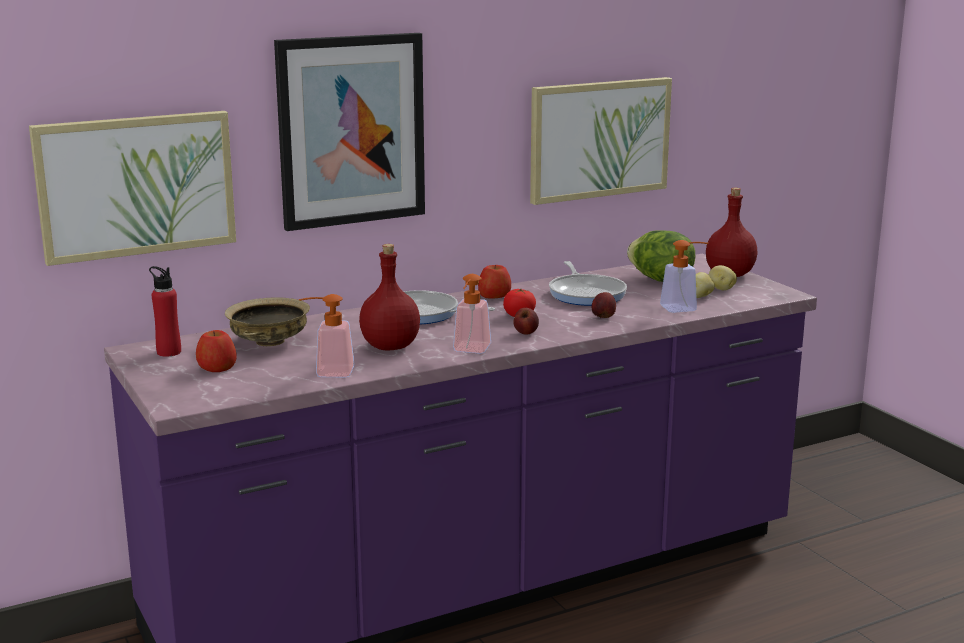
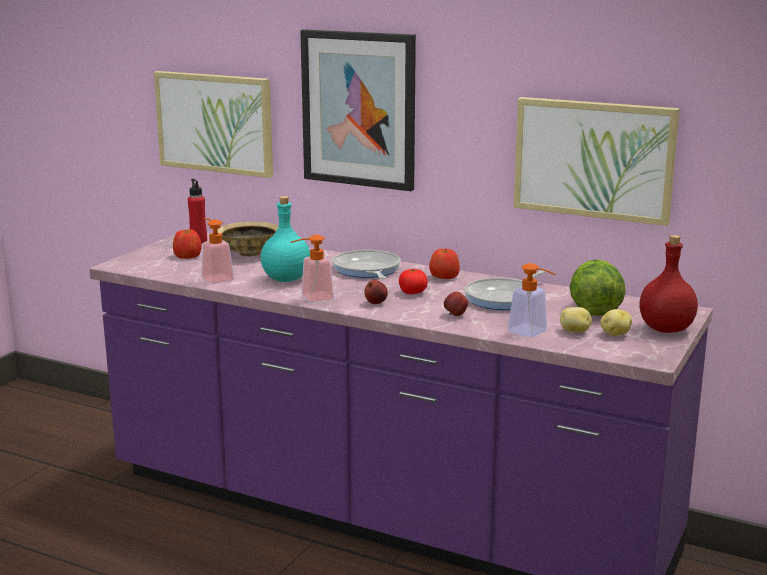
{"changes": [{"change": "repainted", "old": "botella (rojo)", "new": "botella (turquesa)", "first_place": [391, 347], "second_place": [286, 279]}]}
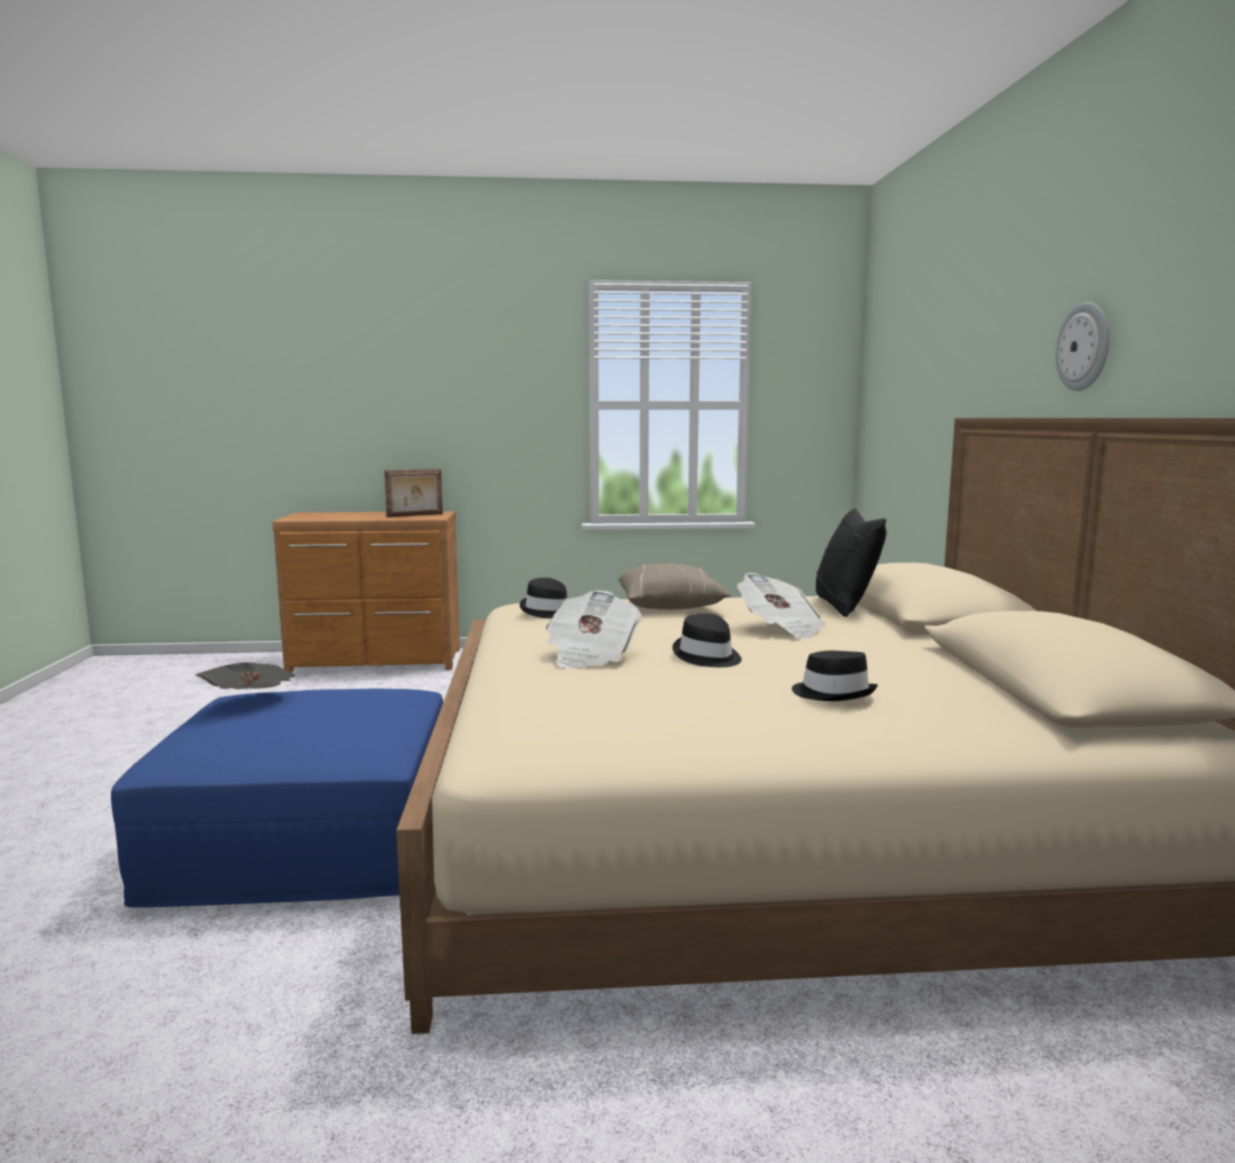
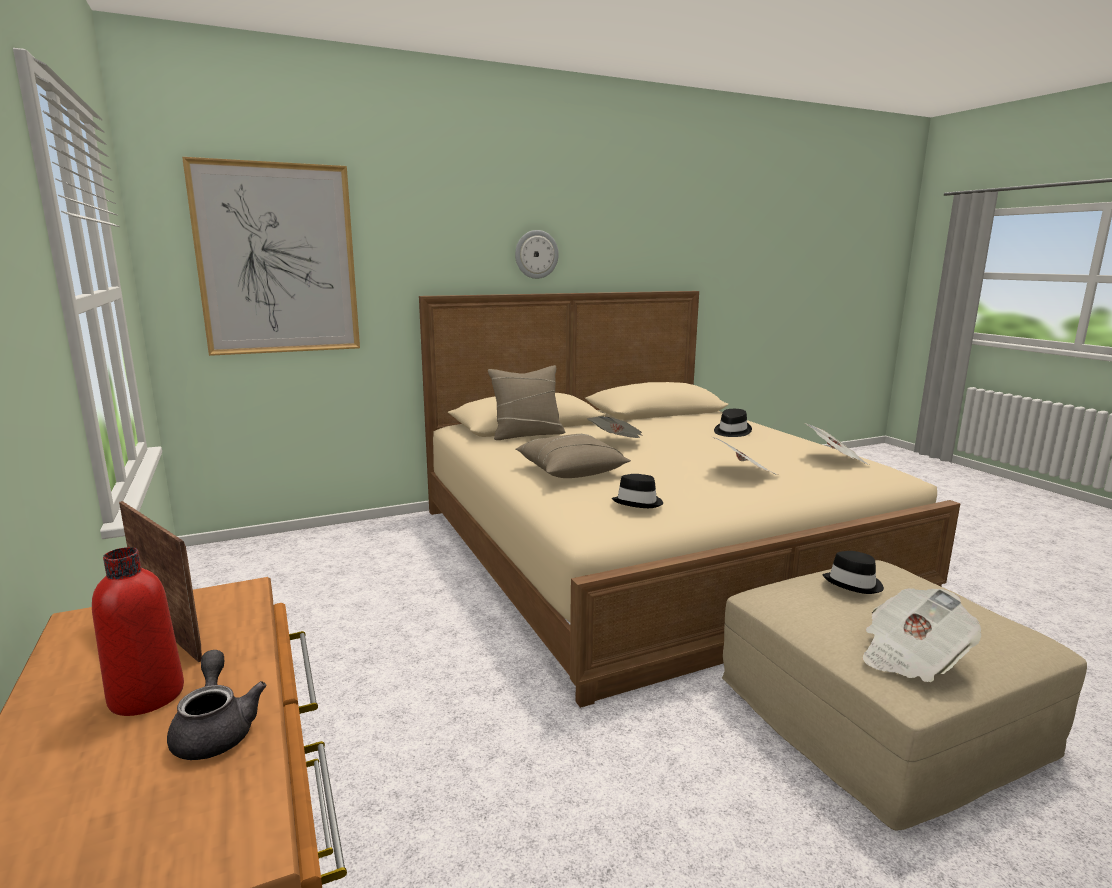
{"changes": [{"change": "new", "new": "botella (rojo)", "second_place": [147, 695]}, {"change": "new", "new": "tetera (gris)", "second_place": [216, 729]}, {"change": "new", "new": "cuadro", "second_place": [278, 260]}, {"change": "new", "new": "periódico", "second_place": [835, 460]}, {"change": "shifted", "old": "sombrero (negro)", "first_place": [707, 657], "second_place": [854, 583]}, {"change": "repainted", "old": "puf (azul)", "new": "puf (beis)", "first_place": [310, 839], "second_place": [876, 715]}, {"change": "repainted", "old": "cojín (negro)", "new": "cojín (beis)", "first_place": [845, 605], "second_place": [527, 434]}]}
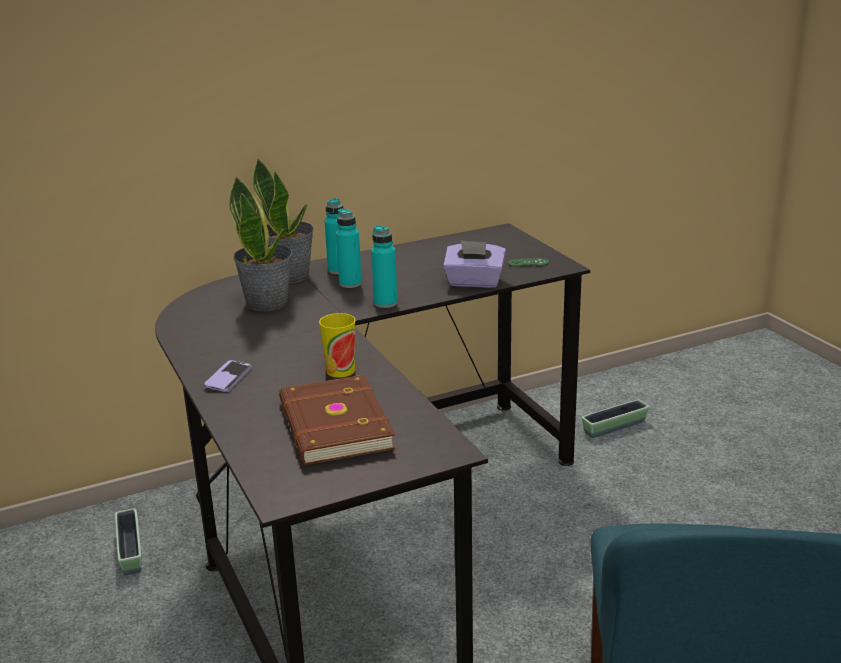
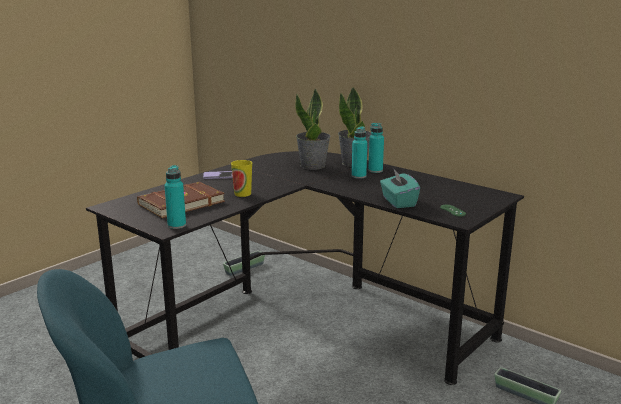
{"changes": [{"change": "shifted", "old": "botella (turquesa)", "first_place": [385, 303], "second_place": [176, 225]}, {"change": "repainted", "old": "caja de pañuelos (morado)", "new": "caja de pañuelos (turquesa)", "first_place": [474, 282], "second_place": [398, 202]}]}
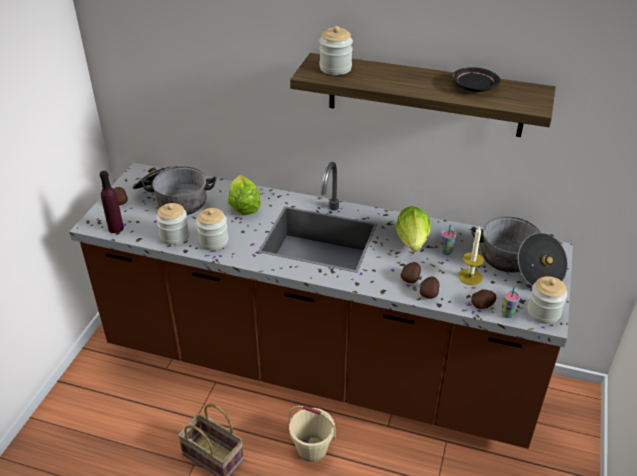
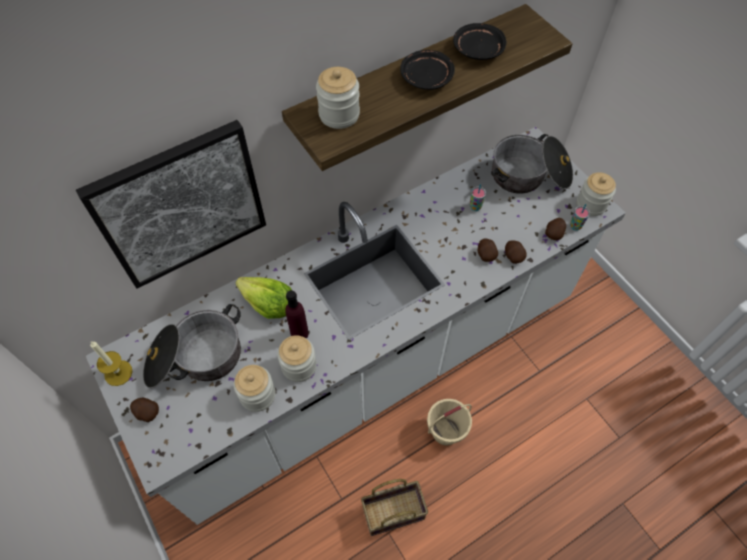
{"changes": [{"change": "gone", "old": "lechuga", "first_place": [413, 241]}, {"change": "new", "new": "cuadro", "second_place": [181, 205]}, {"change": "new", "new": "plato (negro)", "second_place": [426, 77]}, {"change": "shifted", "old": "botella (morado)", "first_place": [116, 228], "second_place": [299, 333]}, {"change": "shifted", "old": "vela", "first_place": [470, 276], "second_place": [118, 373]}, {"change": "repainted", "old": "mueble bajo de cocina (marrón)", "new": "mueble bajo de cocina (blanco)", "first_place": [318, 368], "second_place": [373, 367]}]}
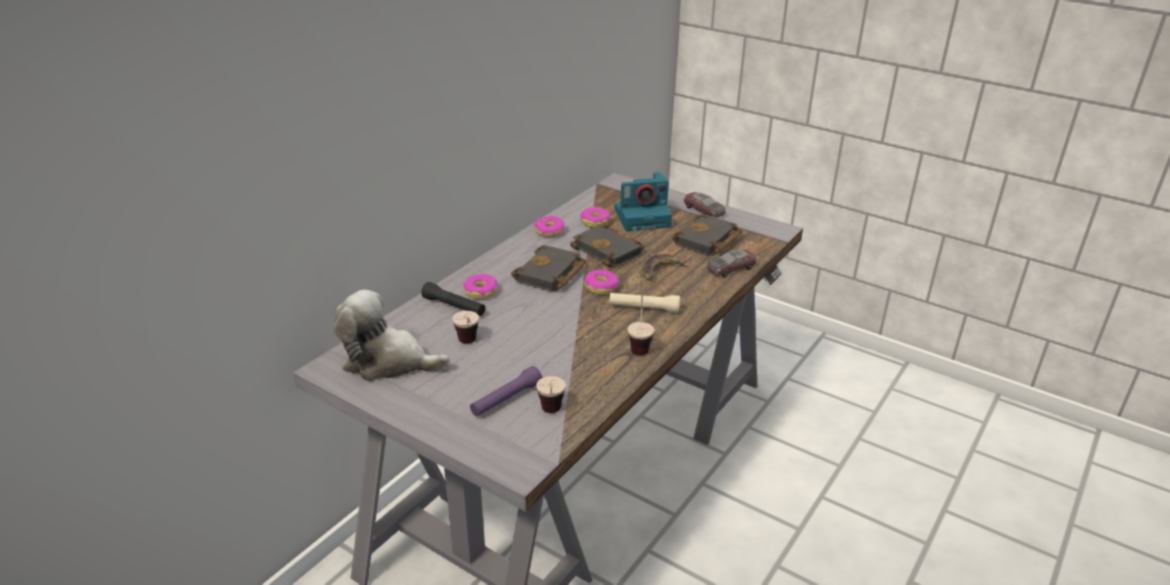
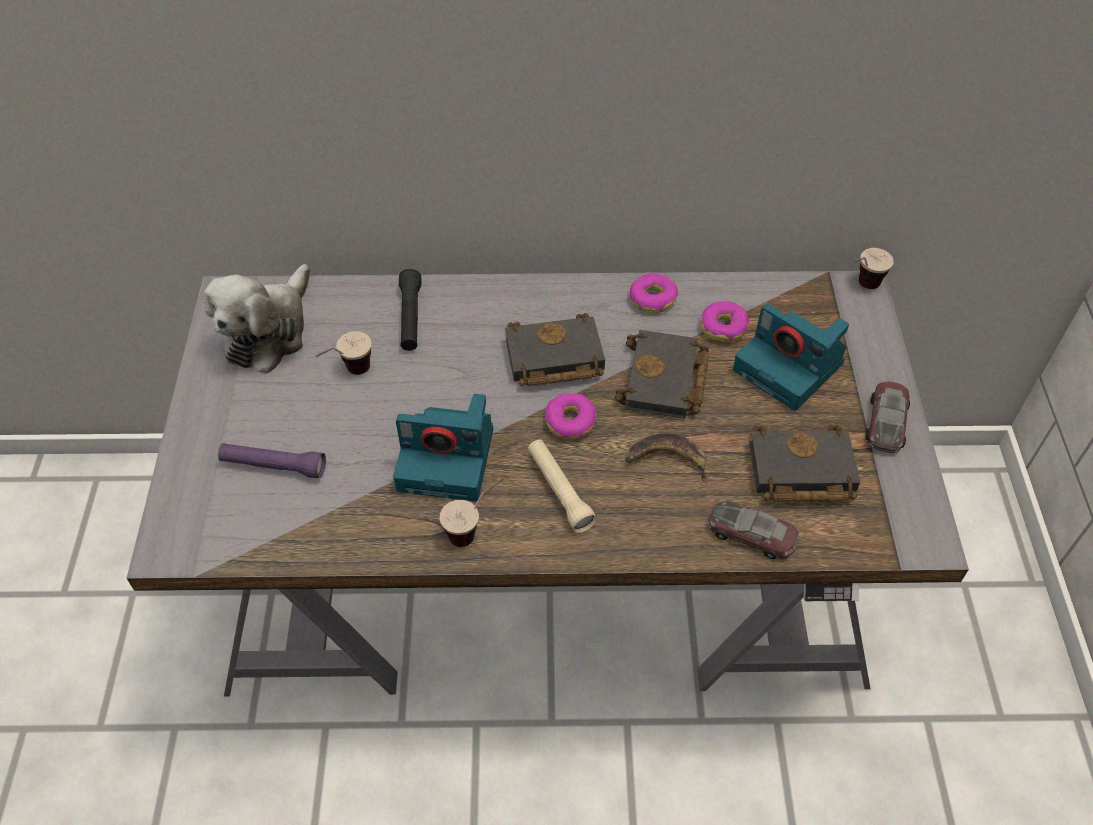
{"changes": [{"change": "gone", "old": "rosquilla", "first_place": [481, 291]}, {"change": "new", "new": "cámara", "second_place": [448, 459]}, {"change": "shifted", "old": "taza", "first_place": [551, 415], "second_place": [860, 288]}, {"change": "rotated", "old": "peluche", "first_place": [388, 362], "second_place": [269, 331], "degrees": -135}]}
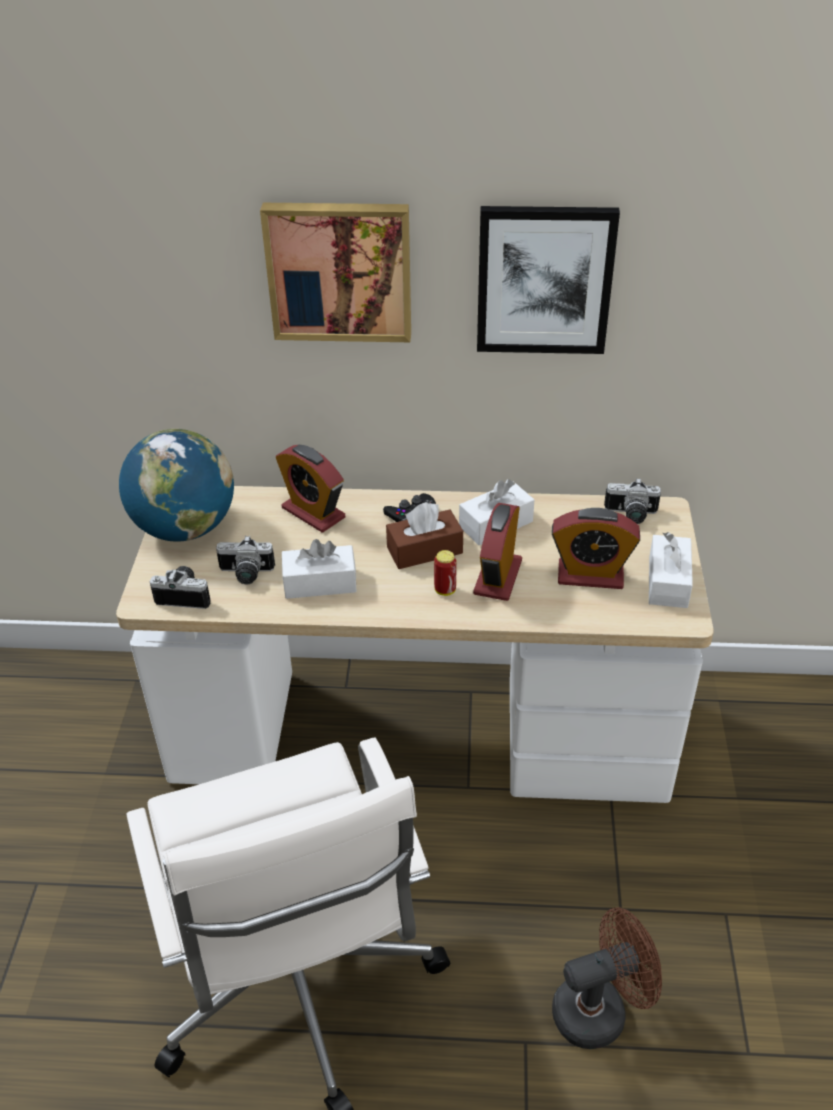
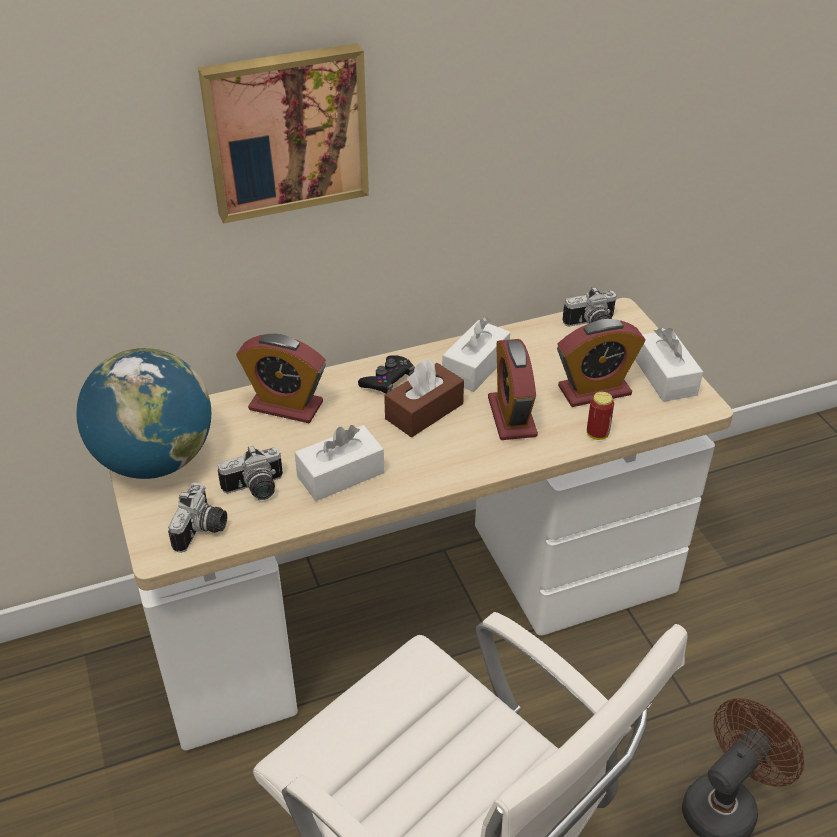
{"changes": [{"change": "gone", "old": "cuadro", "first_place": [544, 280]}, {"change": "shifted", "old": "lata", "first_place": [445, 590], "second_place": [597, 434]}, {"change": "rotated", "old": "cámara", "first_place": [185, 595], "second_place": [203, 530], "degrees": 120}]}
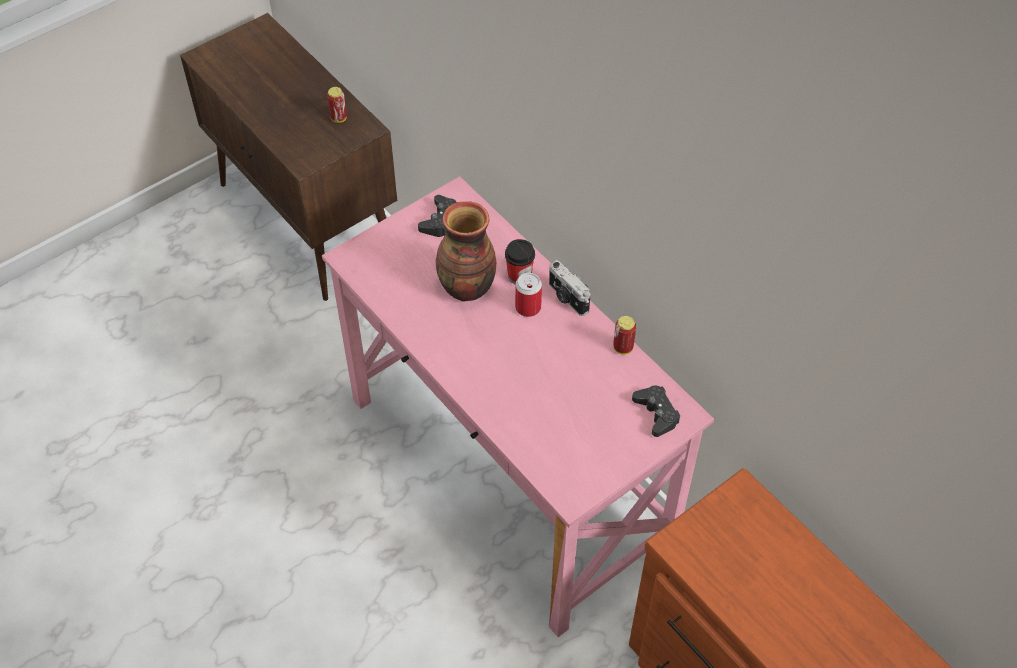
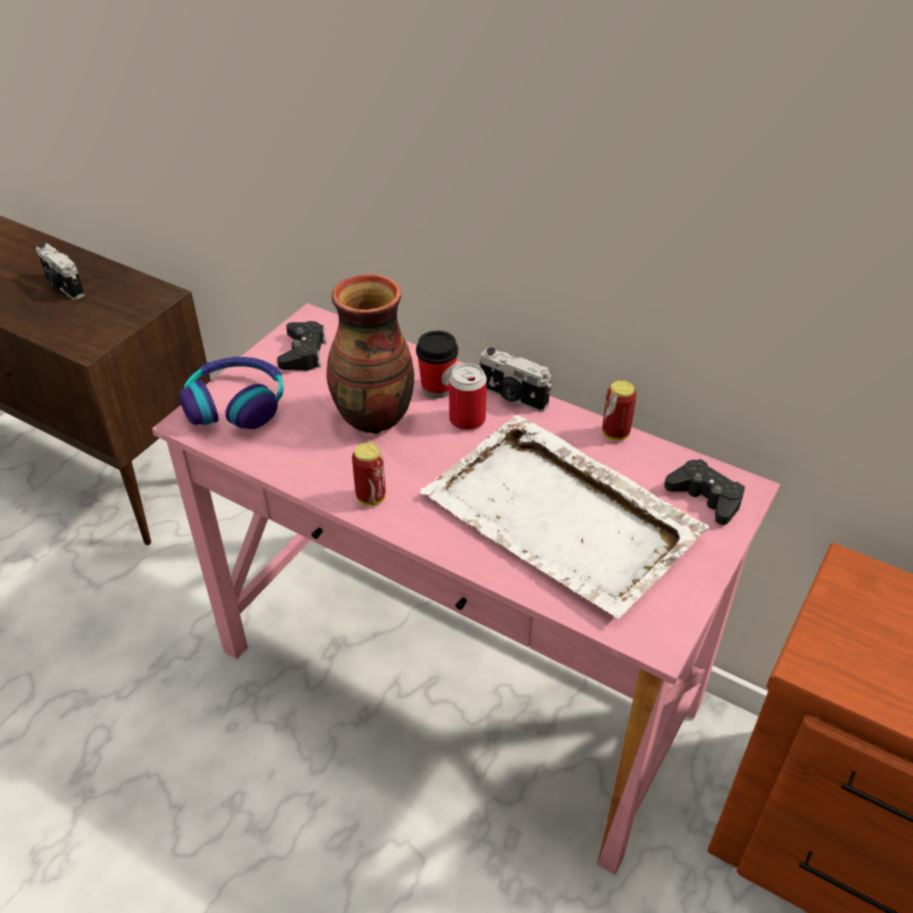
{"changes": [{"change": "new", "new": "cámara", "second_place": [63, 286]}, {"change": "new", "new": "auriculares", "second_place": [236, 403]}, {"change": "new", "new": "bandeja (blanco)", "second_place": [562, 519]}, {"change": "shifted", "old": "lata", "first_place": [339, 118], "second_place": [371, 497]}]}
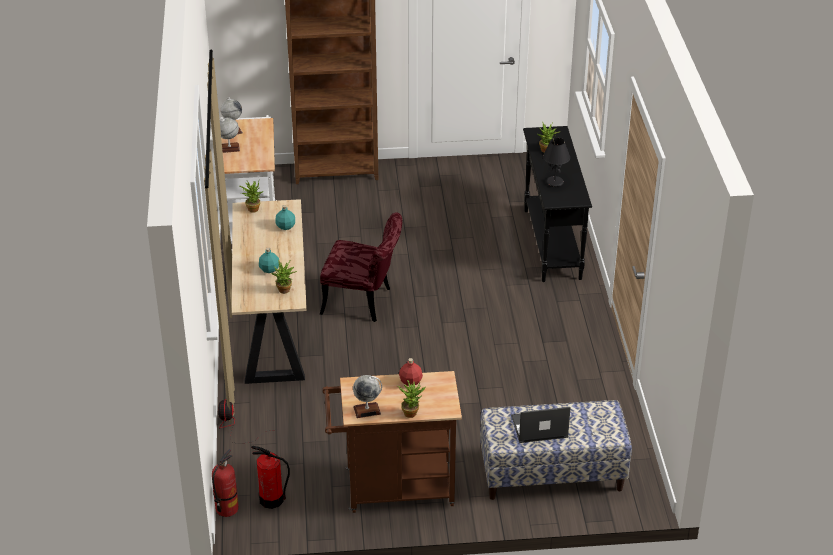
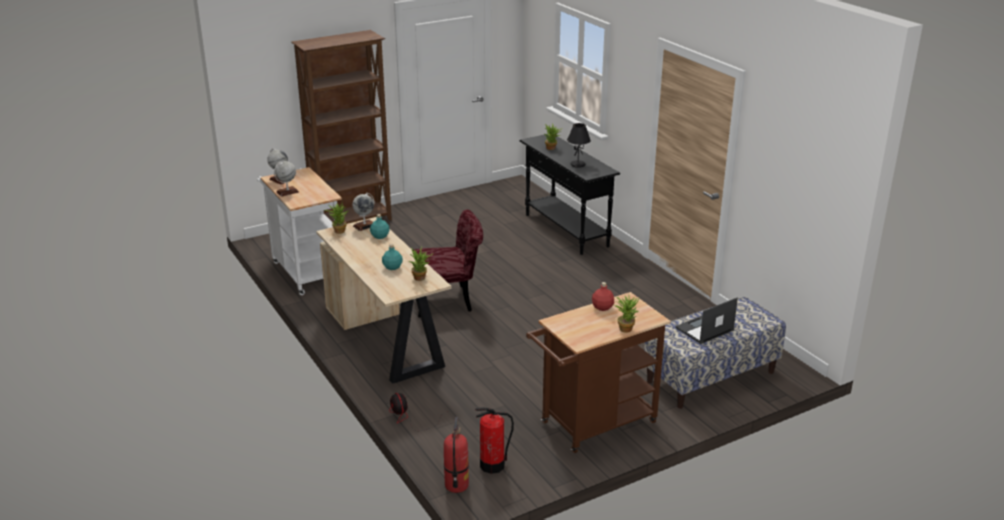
{"changes": [{"change": "shifted", "old": "globo terráqueo", "first_place": [367, 410], "second_place": [364, 226]}]}
